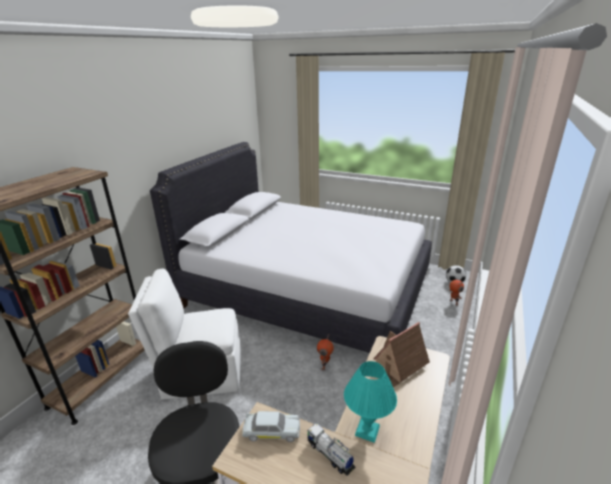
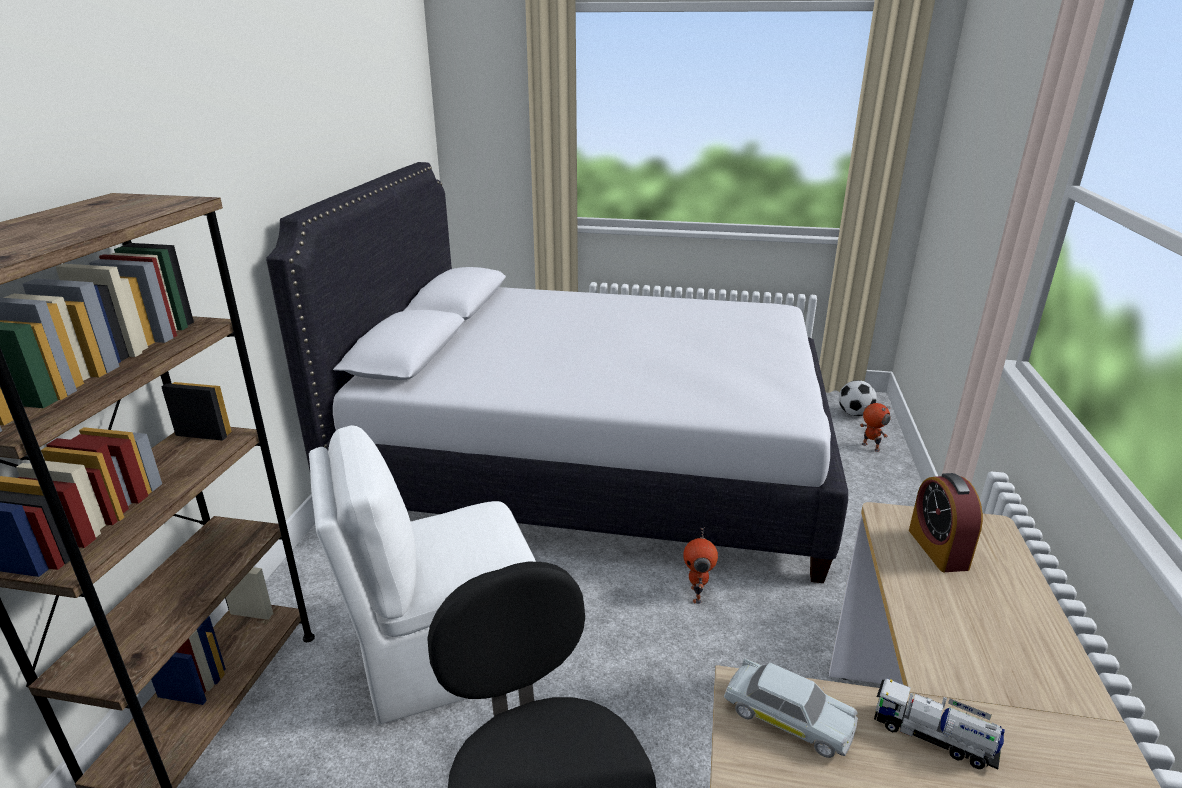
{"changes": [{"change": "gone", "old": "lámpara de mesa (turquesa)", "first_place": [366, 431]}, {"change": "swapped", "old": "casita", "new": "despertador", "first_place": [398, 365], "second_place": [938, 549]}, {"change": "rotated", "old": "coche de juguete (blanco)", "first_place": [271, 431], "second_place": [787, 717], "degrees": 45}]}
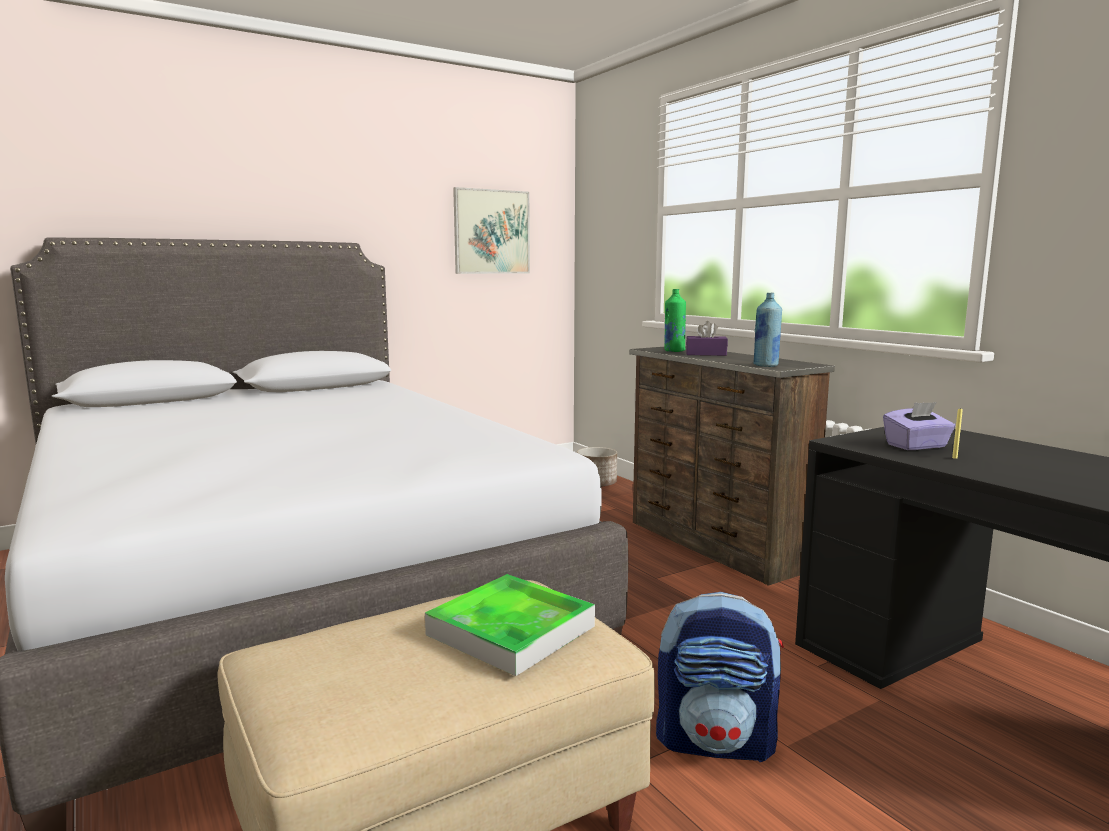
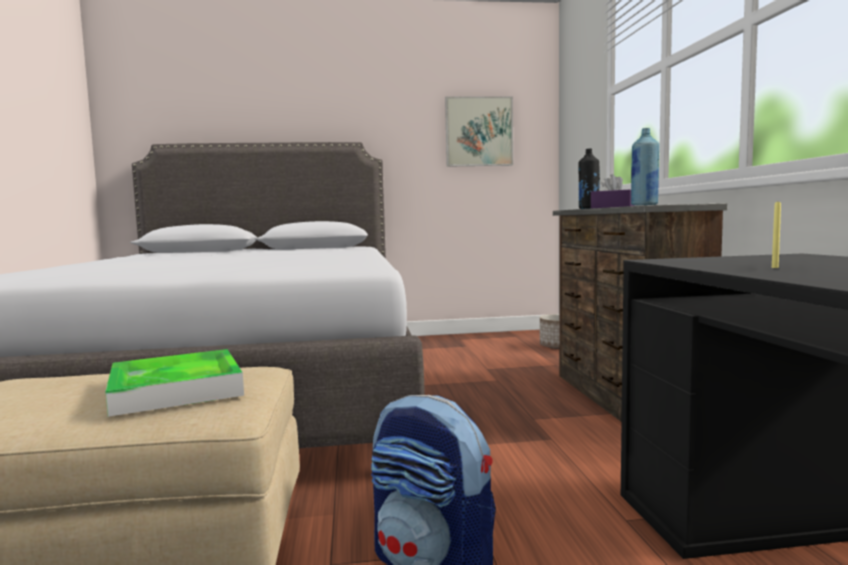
{"changes": [{"change": "gone", "old": "caja de pañuelos (morado)", "first_place": [916, 446]}, {"change": "repainted", "old": "botella (verde)", "new": "botella (negro)", "first_place": [674, 351], "second_place": [588, 208]}]}
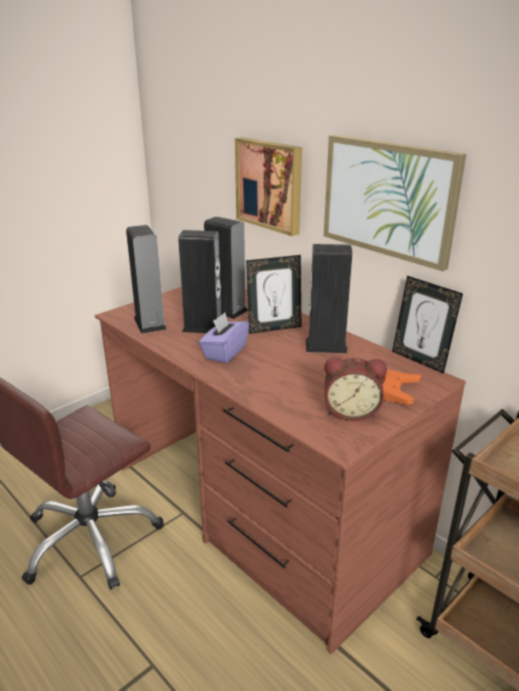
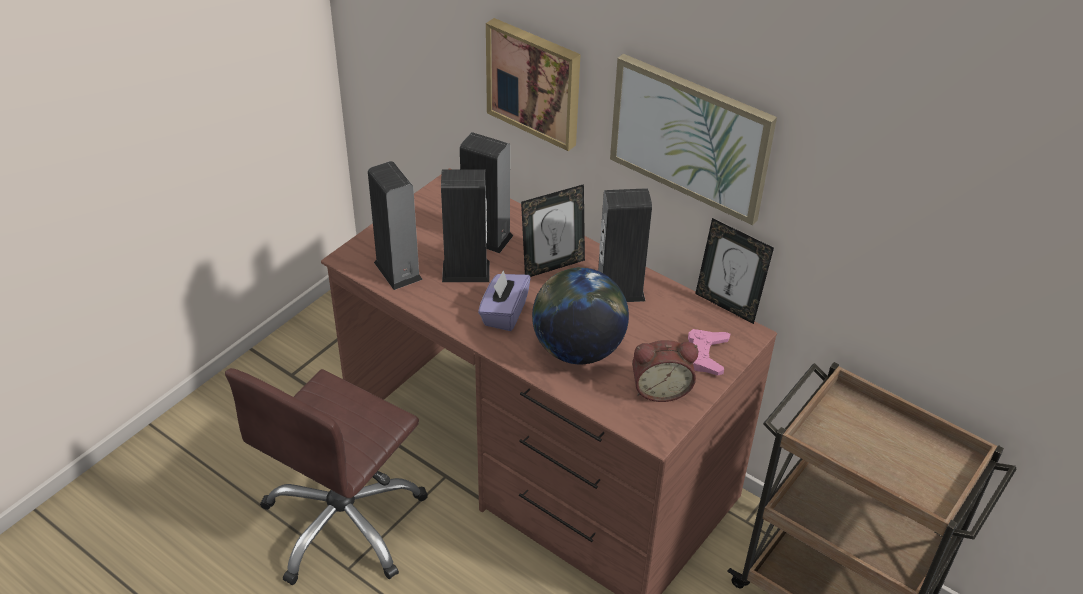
{"changes": [{"change": "new", "new": "globo terráqueo", "second_place": [578, 350]}, {"change": "repainted", "old": "mando de consola (naranja)", "new": "mando de consola (rosa)", "first_place": [396, 391], "second_place": [705, 355]}]}
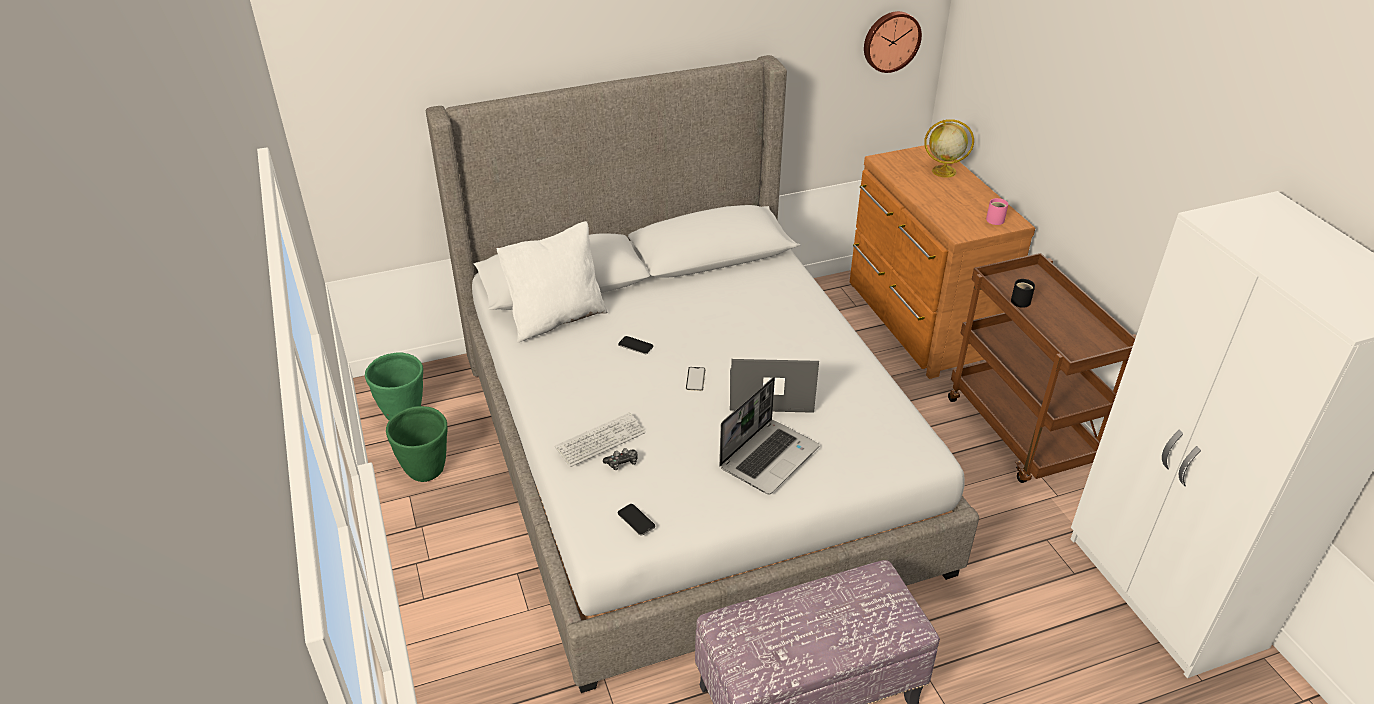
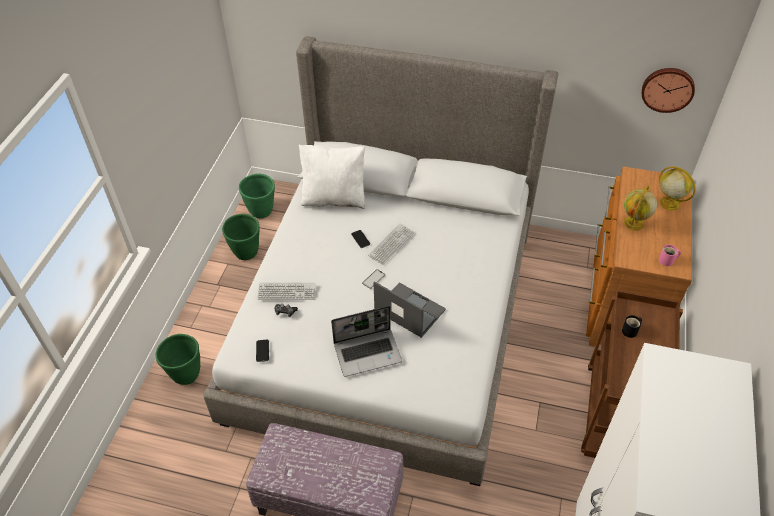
{"changes": [{"change": "new", "new": "maceta (verde)", "second_place": [186, 375]}, {"change": "new", "new": "teclado", "second_place": [391, 244]}, {"change": "new", "new": "globo terráqueo", "second_place": [634, 224]}]}
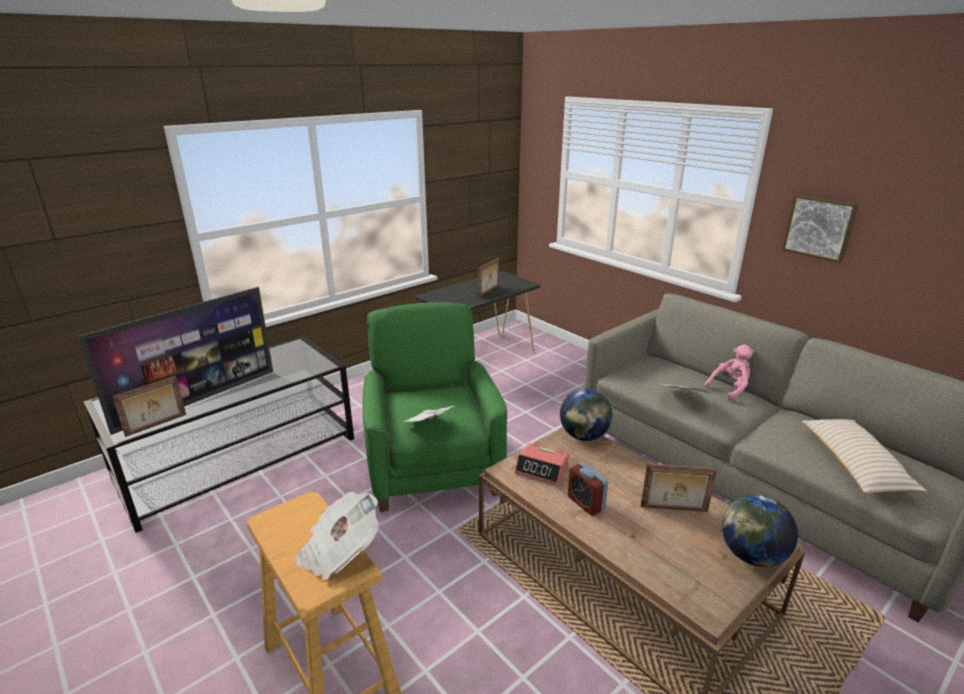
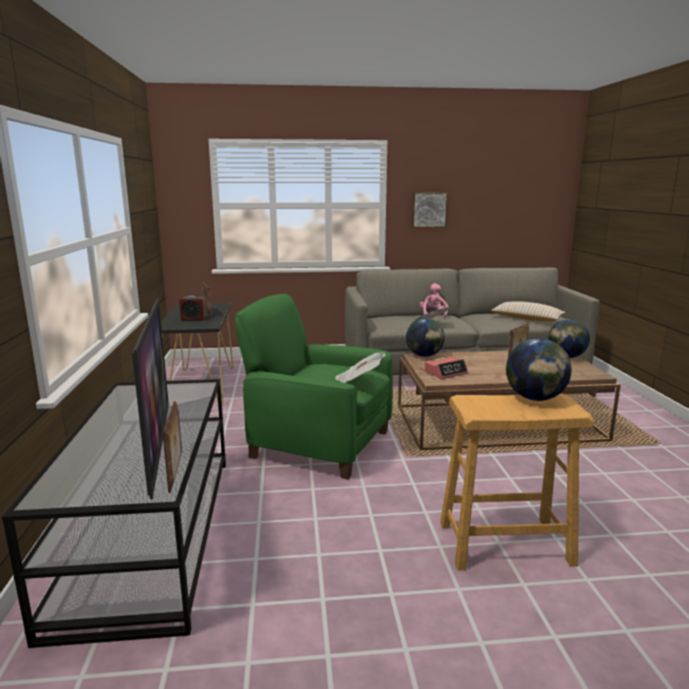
{"changes": [{"change": "shifted", "old": "despertador", "first_place": [585, 503], "second_place": [193, 319]}, {"change": "swapped", "old": "periódico", "new": "globo terráqueo", "first_place": [339, 551], "second_place": [535, 399]}]}
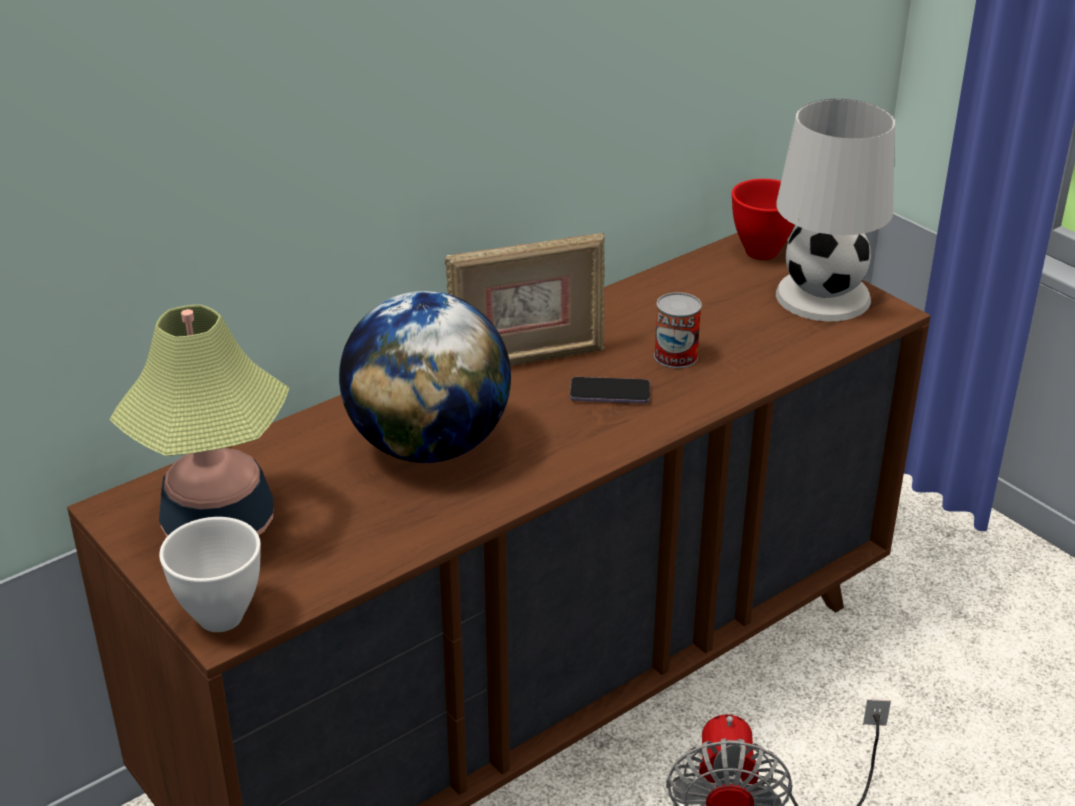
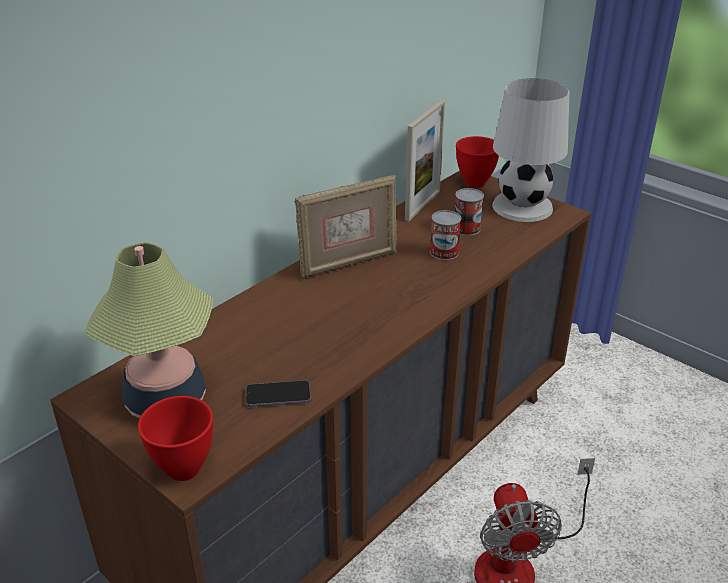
{"changes": [{"change": "gone", "old": "globo terráqueo", "first_place": [428, 446]}, {"change": "new", "new": "portarretratos", "second_place": [422, 205]}, {"change": "new", "new": "lata", "second_place": [466, 228]}, {"change": "shifted", "old": "móvil", "first_place": [610, 393], "second_place": [278, 395]}, {"change": "repainted", "old": "cuenco (blanco)", "new": "cuenco (rojo)", "first_place": [223, 617], "second_place": [186, 469]}]}
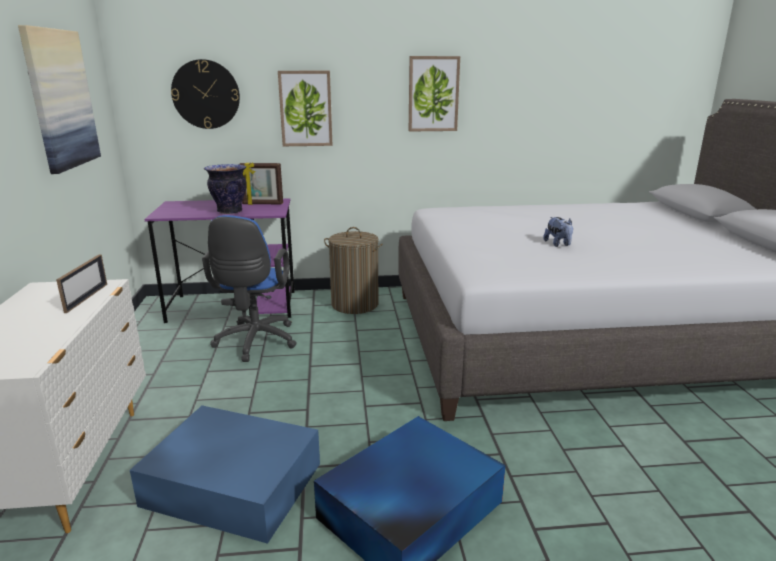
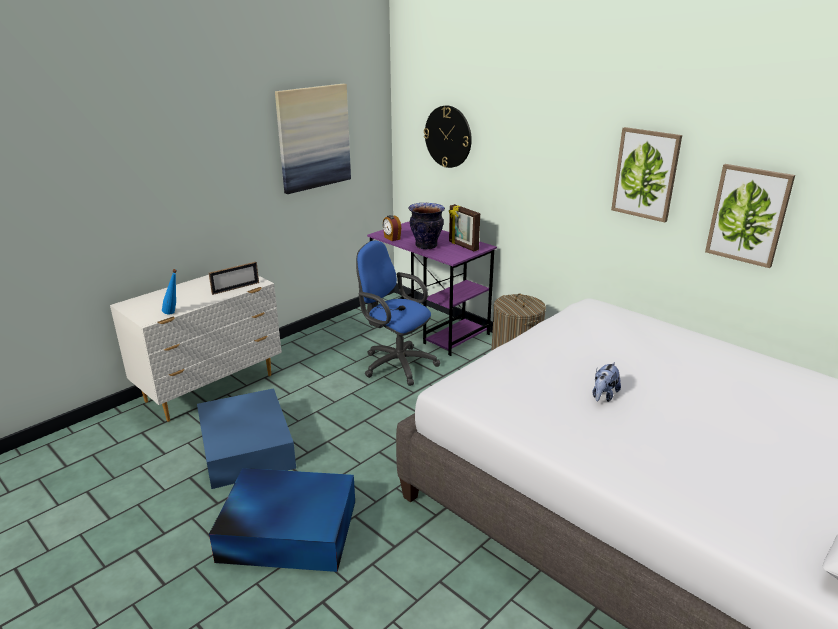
{"changes": [{"change": "new", "new": "botella (azul)", "second_place": [174, 314]}, {"change": "new", "new": "despertador", "second_place": [391, 238]}, {"change": "shifted", "old": "cuadro", "first_place": [305, 108], "second_place": [748, 215]}, {"change": "rotated", "old": "silla de oficina (azul)", "first_place": [255, 343], "second_place": [395, 364], "degrees": 75}]}
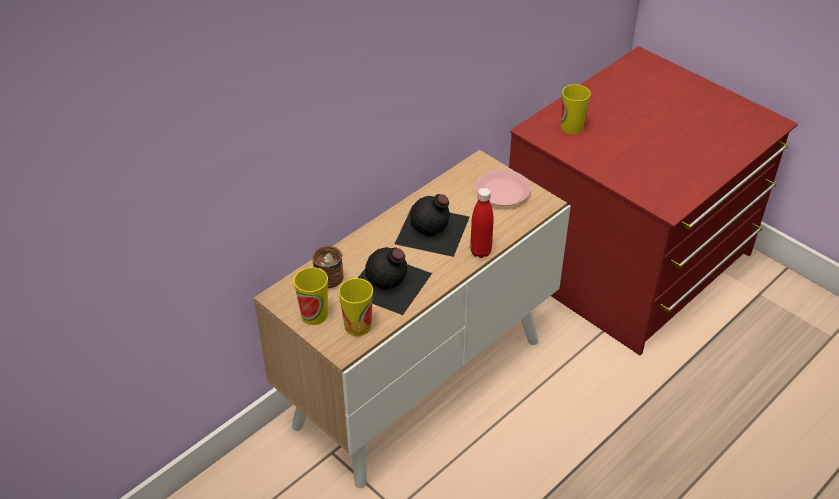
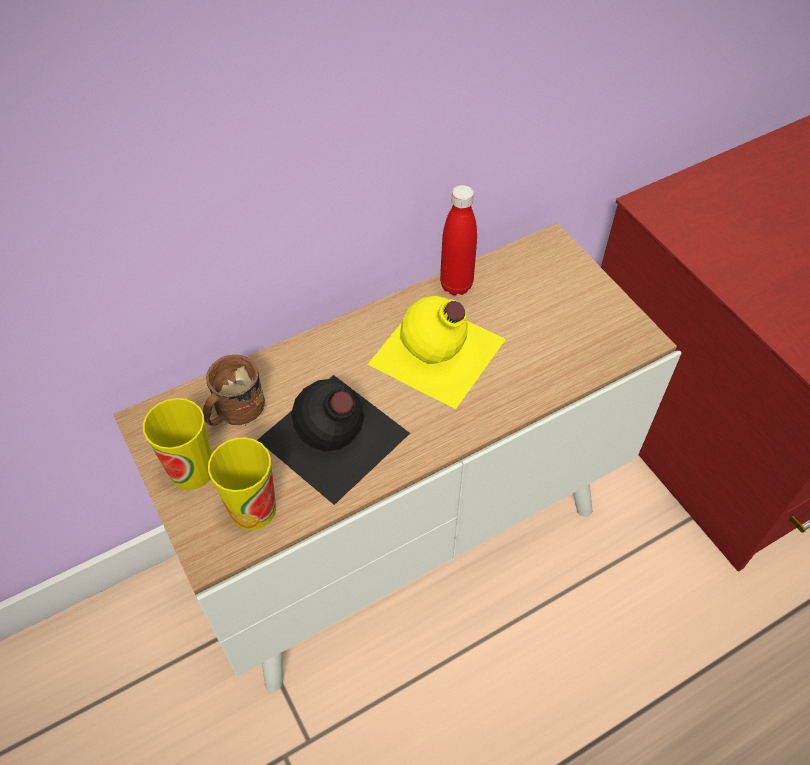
{"changes": [{"change": "gone", "old": "plato (rosa)", "first_place": [502, 192]}, {"change": "gone", "old": "taza", "first_place": [571, 127]}, {"change": "shifted", "old": "botella (rojo)", "first_place": [480, 251], "second_place": [456, 285]}, {"change": "repainted", "old": "botella (negro)", "new": "botella (amarillo)", "first_place": [433, 231], "second_place": [438, 353]}]}
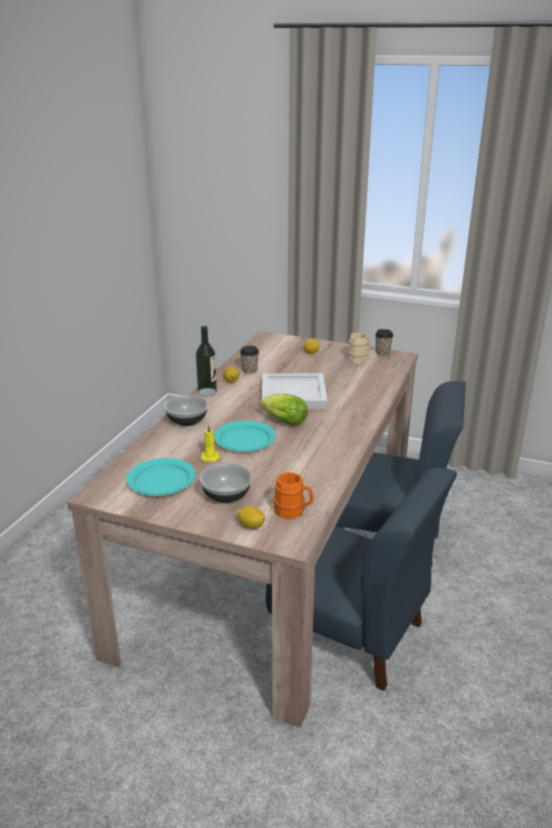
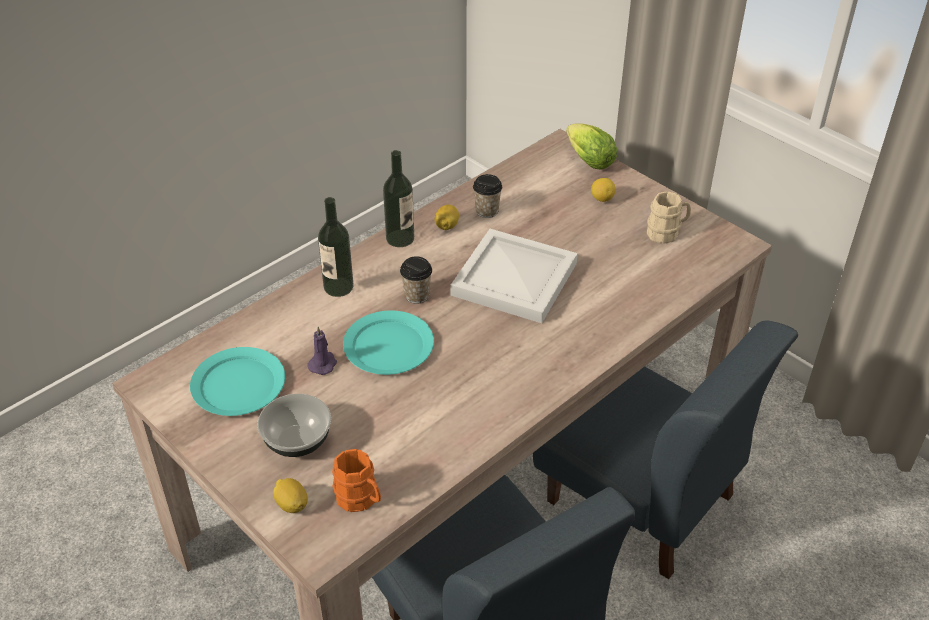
{"changes": [{"change": "shifted", "old": "lechuga", "first_place": [282, 421], "second_place": [587, 159]}, {"change": "shifted", "old": "taza", "first_place": [382, 353], "second_place": [417, 295]}, {"change": "swapped", "old": "cuenco", "new": "botella", "first_place": [187, 421], "second_place": [338, 287]}, {"change": "repainted", "old": "vela (amarillo)", "new": "vela (morado)", "first_place": [210, 456], "second_place": [323, 364]}]}
